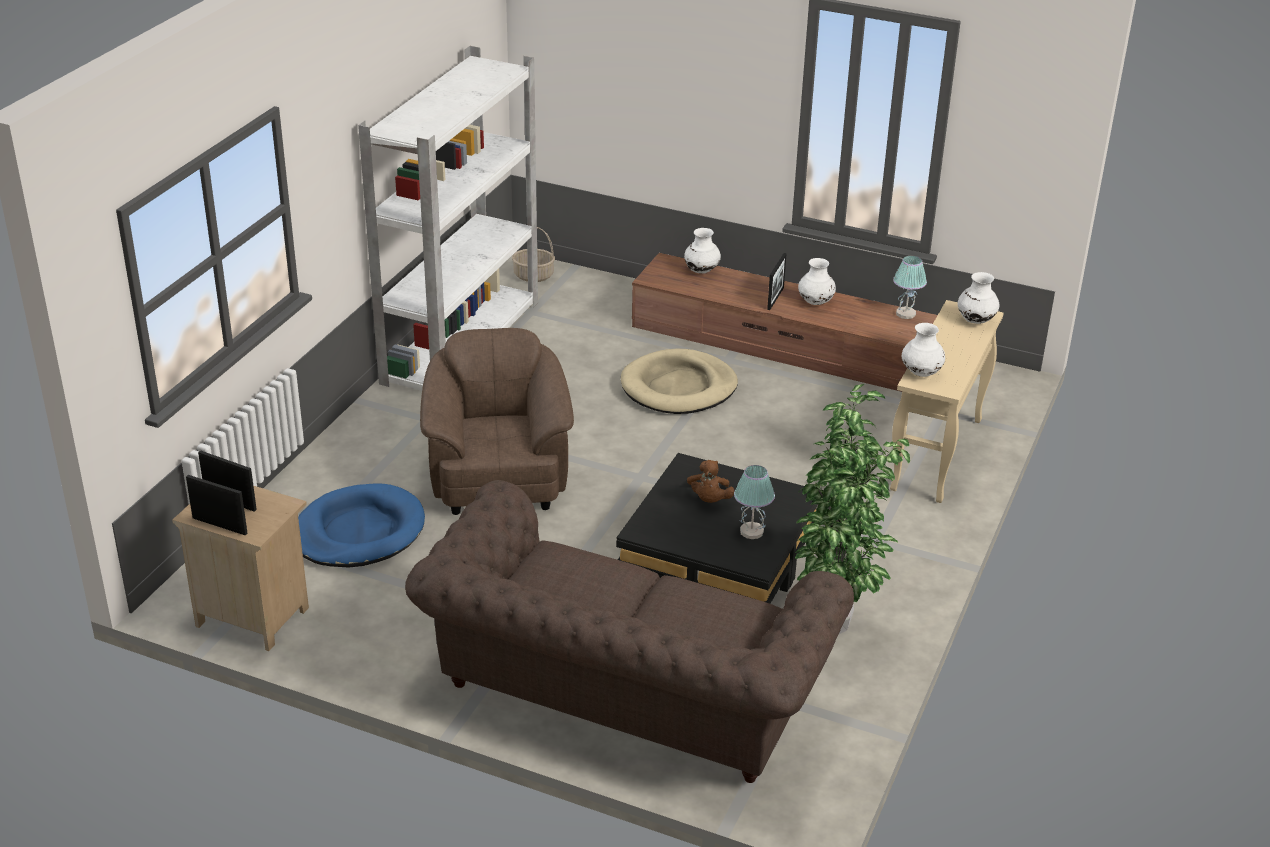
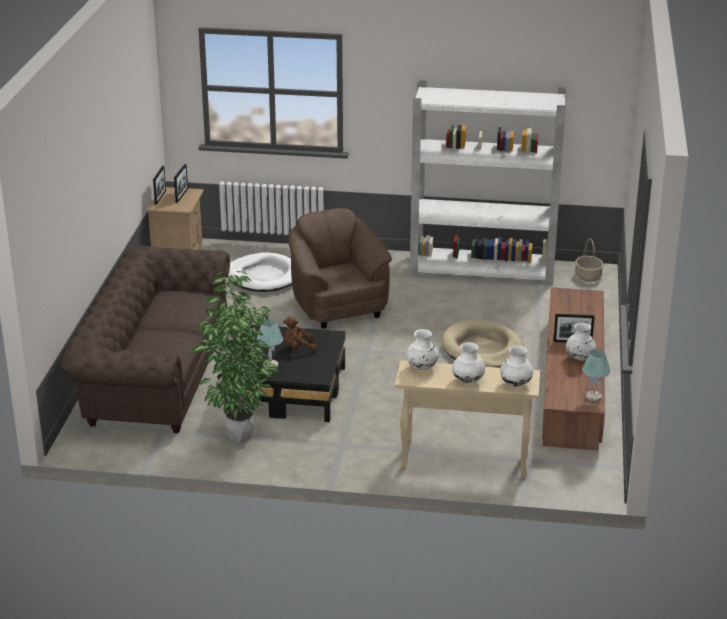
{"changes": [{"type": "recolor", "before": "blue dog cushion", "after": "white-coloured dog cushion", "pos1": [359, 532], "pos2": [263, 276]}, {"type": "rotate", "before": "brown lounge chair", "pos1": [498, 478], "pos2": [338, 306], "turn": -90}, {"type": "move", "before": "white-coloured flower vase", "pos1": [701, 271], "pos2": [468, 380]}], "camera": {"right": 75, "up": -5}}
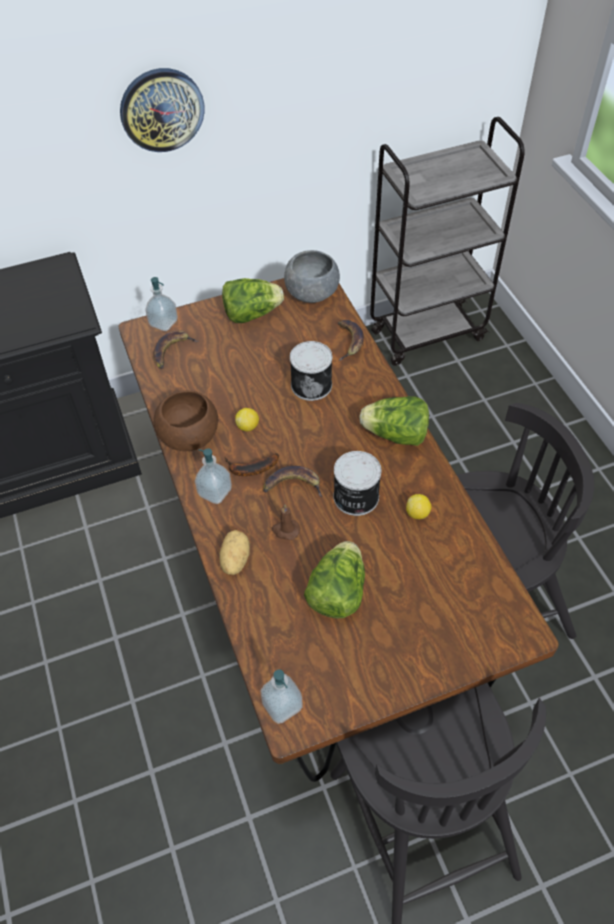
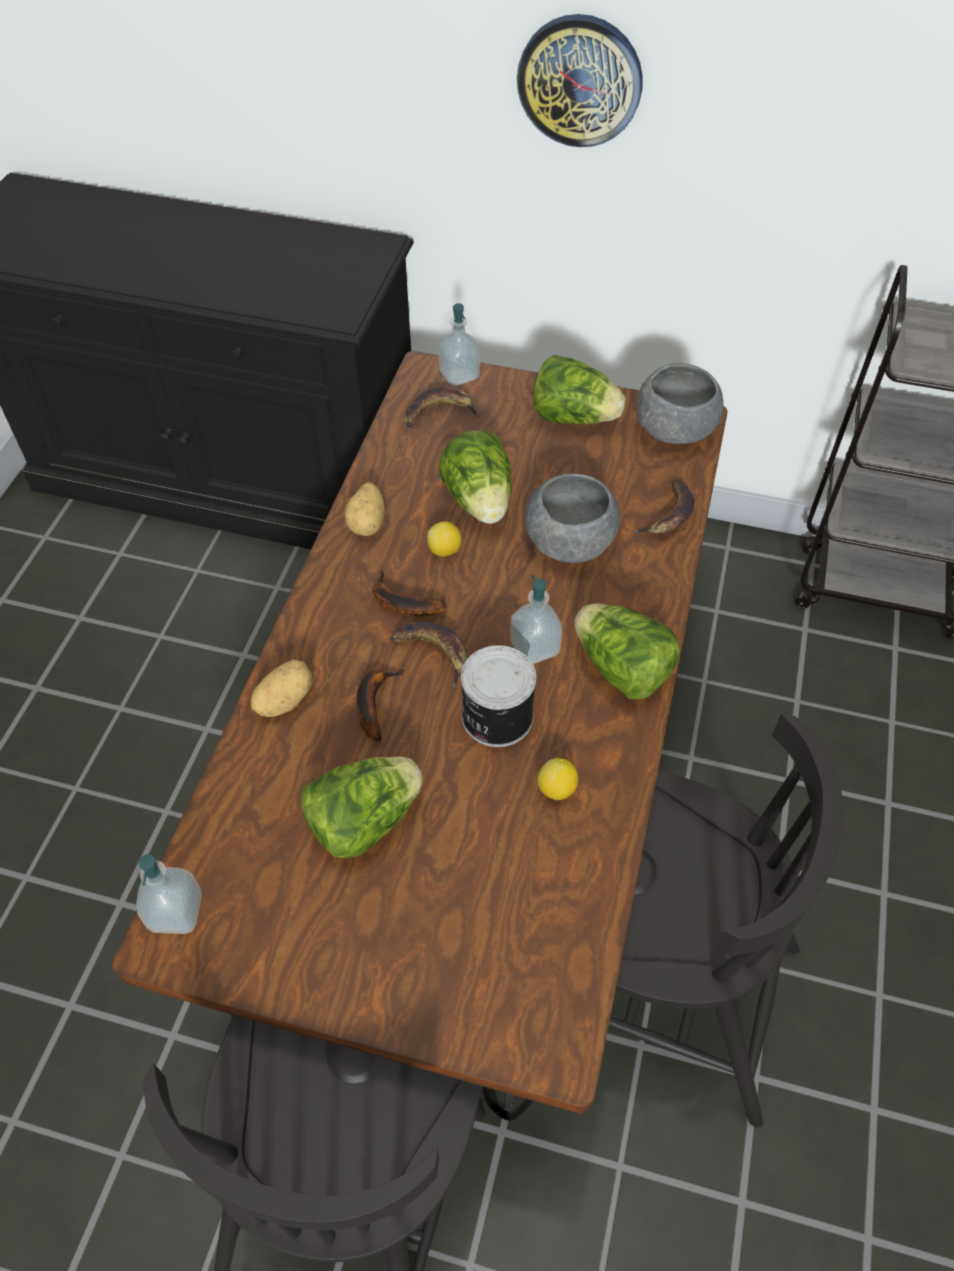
{"changes": [{"type": "replace", "before": "brown bowl", "after": "whole potato", "pos1": [189, 436], "pos2": [368, 523]}, {"type": "move", "before": "liquid soap bottle", "pos1": [215, 492], "pos2": [534, 647]}, {"type": "replace", "before": "brown wax candle", "after": "whole banana", "pos1": [285, 530], "pos2": [373, 702]}, {"type": "replace", "before": "sealed can", "after": "greyish bowl", "pos1": [311, 384], "pos2": [570, 542]}, {"type": "insert", "after": "lettuce", "pos2": [479, 501]}], "camera": {"right": 35, "up": 0}}
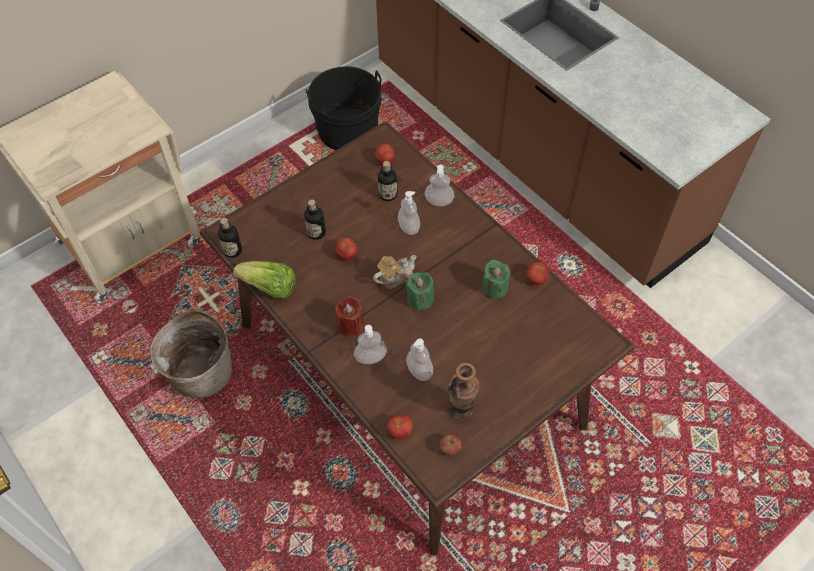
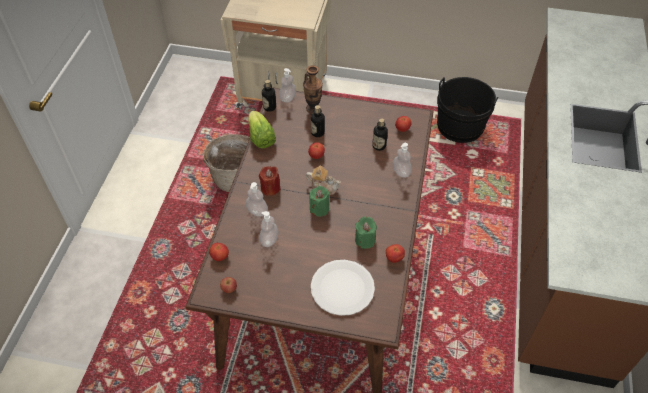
{"changes": [{"type": "move", "before": "liquid soap bottle", "pos1": [409, 227], "pos2": [288, 98]}, {"type": "move", "before": "flower vase", "pos1": [461, 410], "pos2": [313, 108]}, {"type": "insert", "after": "white-coloured dinner plate", "pos2": [342, 288]}], "camera": {"right": 50, "up": -5}}
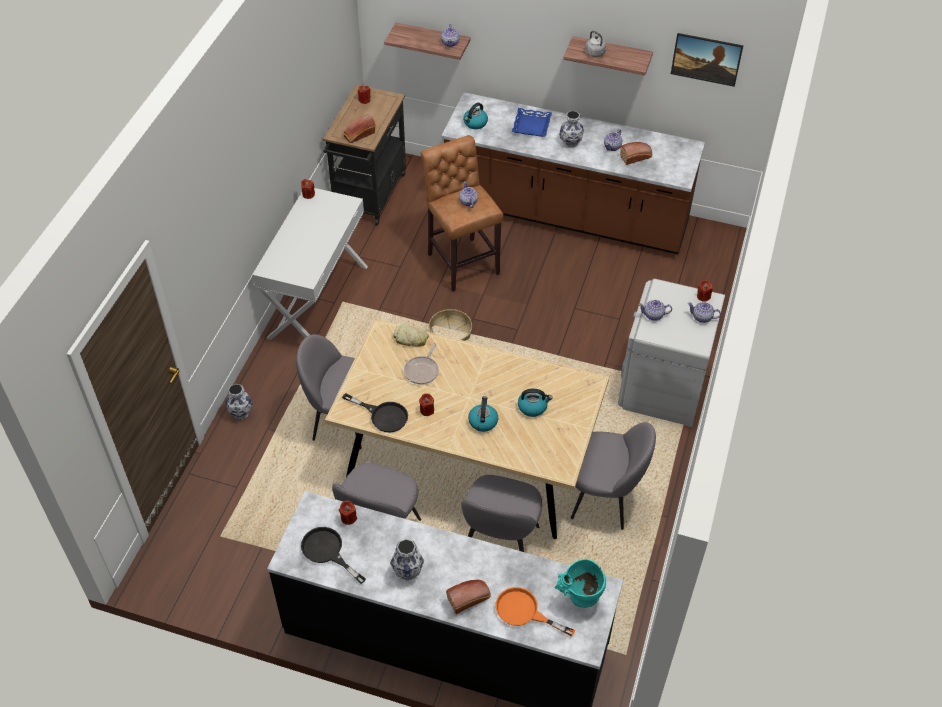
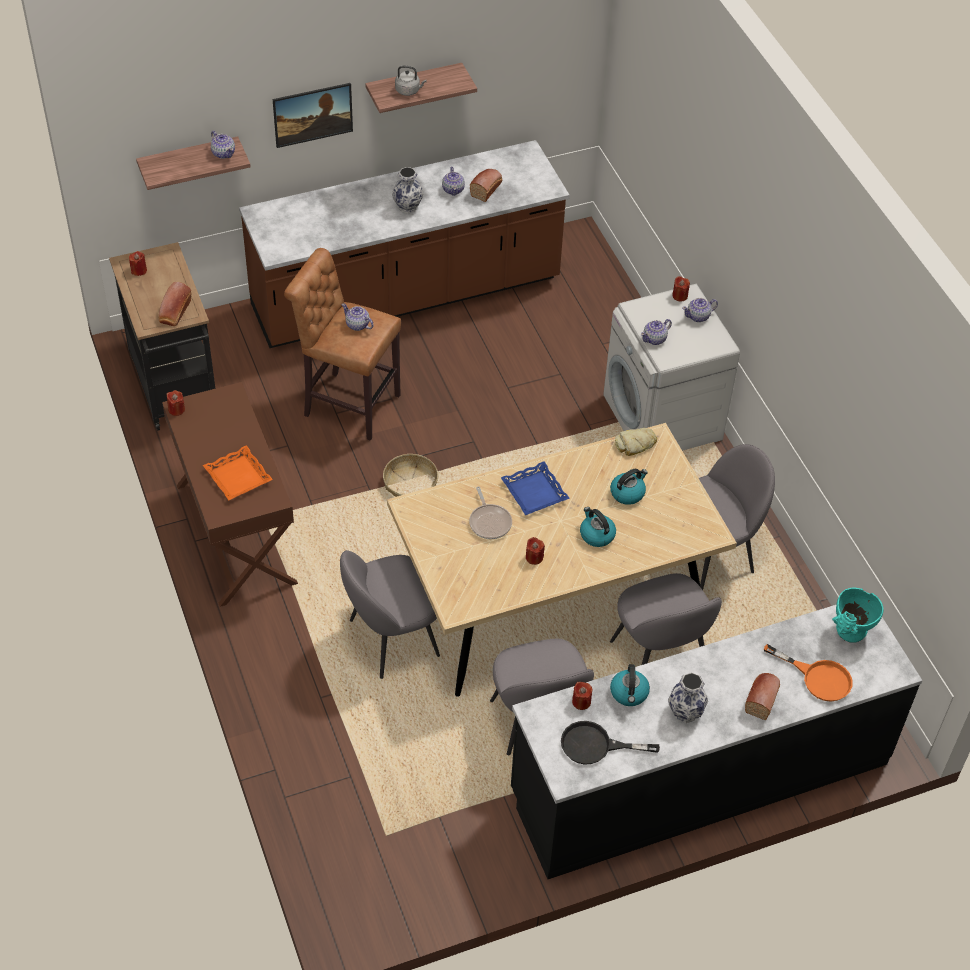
{"changes": [{"type": "delete", "before": "flower vase", "pos1": [240, 412]}, {"type": "recolor", "before": "white-coloured console table", "after": "brown console table", "pos1": [317, 301], "pos2": [235, 534]}, {"type": "delete", "before": "black-coloured skillet", "pos1": [383, 415]}, {"type": "move", "before": "baked bread", "pos1": [410, 339], "pos2": [635, 444]}, {"type": "move", "before": "kettle", "pos1": [475, 123], "pos2": [629, 693]}, {"type": "rotate", "before": "orange skillet", "pos1": [524, 612], "pos2": [818, 678], "turn": -135}, {"type": "move", "before": "blue tray", "pos1": [532, 125], "pos2": [535, 492]}, {"type": "move", "before": "wall art", "pos1": [704, 69], "pos2": [313, 126]}, {"type": "insert", "after": "orange tray", "pos2": [238, 477]}], "camera": {"right": -40, "up": 0}}
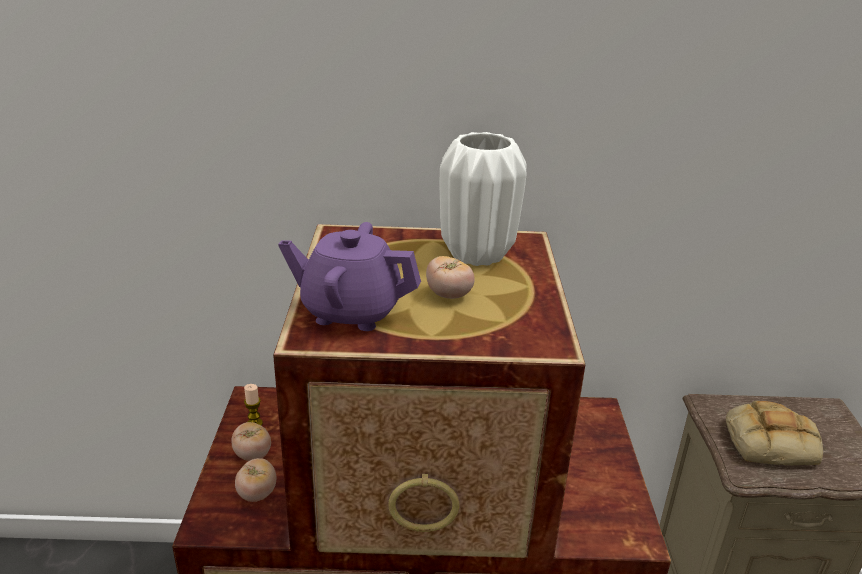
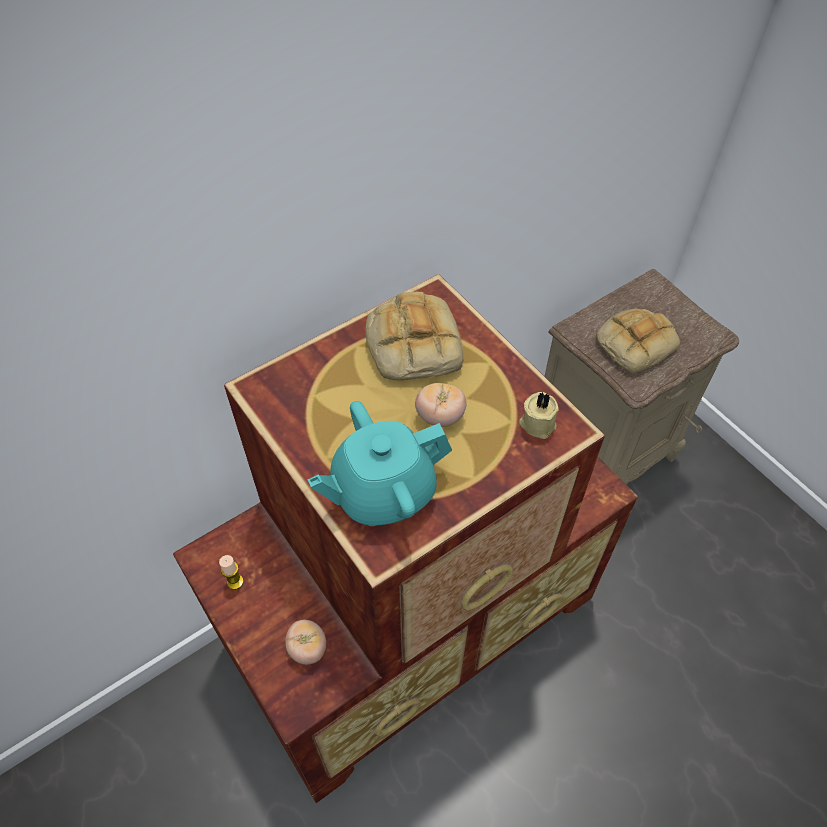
{"changes": [{"type": "delete", "before": "fresh tomato", "pos1": [252, 455]}, {"type": "recolor", "before": "purple pot for tea", "after": "blue-green pot for tea", "pos1": [351, 311], "pos2": [383, 492]}, {"type": "replace", "before": "white-coloured flower vase", "after": "baked bread", "pos1": [476, 254], "pos2": [412, 343]}, {"type": "insert", "after": "beige-coloured wax candle", "pos2": [538, 422]}], "camera": {"right": -35, "up": 25}}
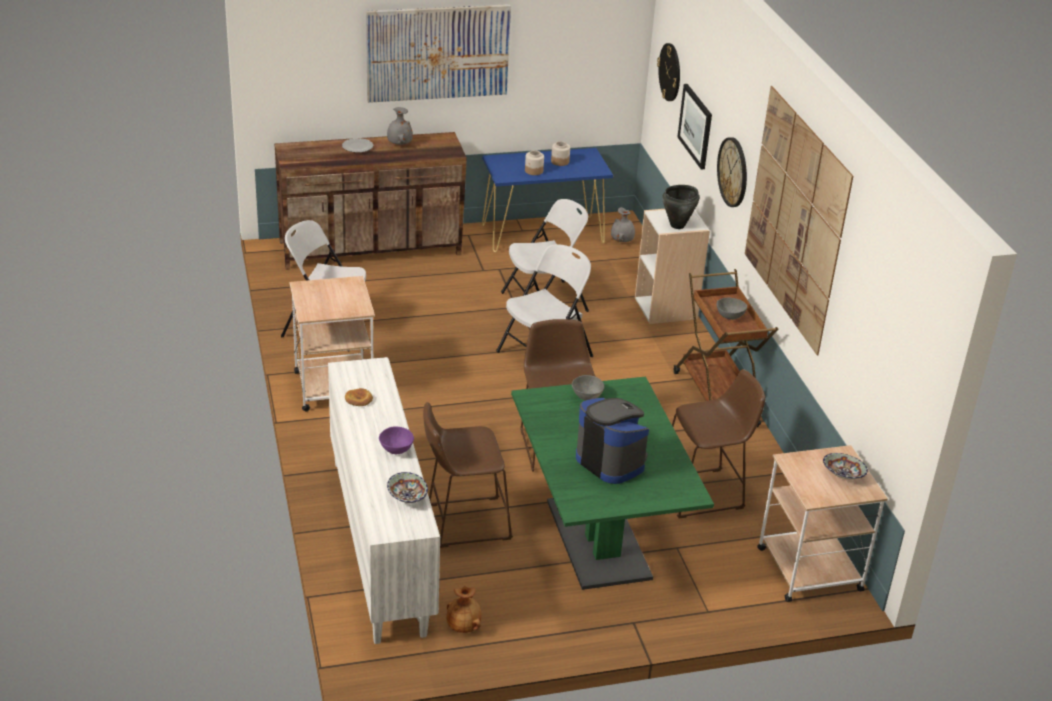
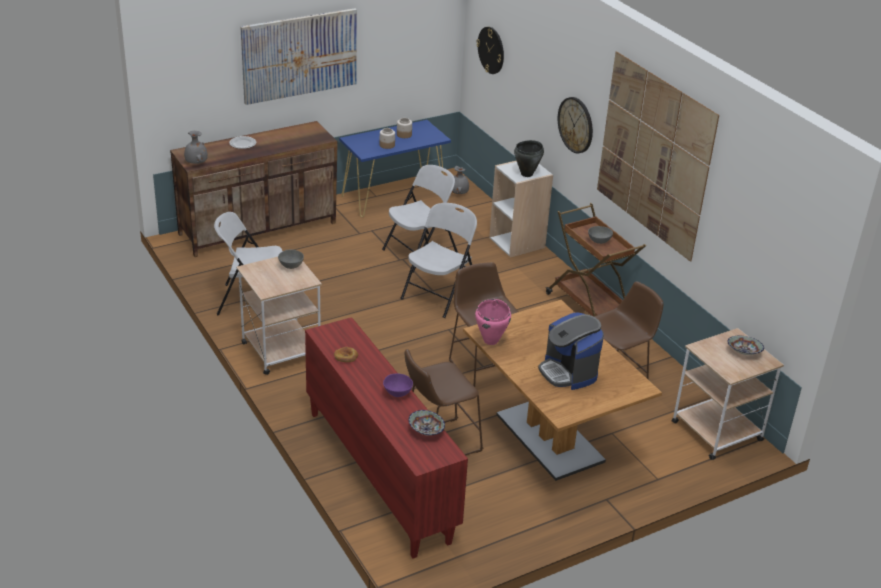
{"changes": [{"type": "recolor", "before": "white-coloured chest of drawers", "after": "reddish chest of drawers", "pos1": [380, 544], "pos2": [379, 474]}, {"type": "move", "before": "greyish flower vase", "pos1": [399, 144], "pos2": [196, 163]}, {"type": "delete", "before": "brown flower vase", "pos1": [464, 626]}, {"type": "recolor", "before": "green dinner table", "after": "brown dinner table", "pos1": [598, 539], "pos2": [549, 438]}, {"type": "move", "before": "greyish bowl", "pos1": [586, 397], "pos2": [291, 266]}, {"type": "rotate", "before": "coffee maker", "pos1": [610, 461], "pos2": [568, 372], "turn": -150}, {"type": "delete", "before": "wall art", "pos1": [696, 126]}, {"type": "insert", "after": "pink saucepot", "pos2": [491, 340]}], "camera": {"right": -15, "up": 0}}
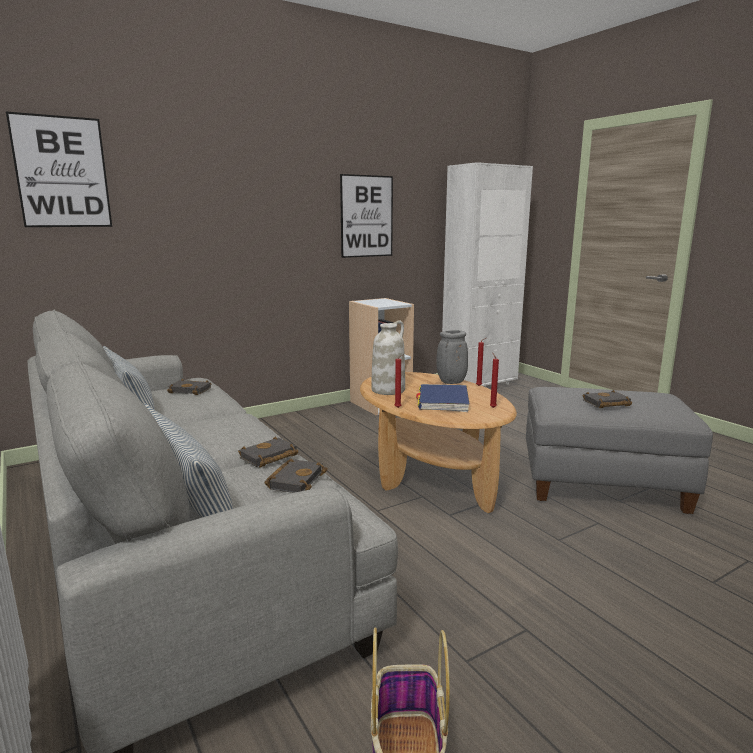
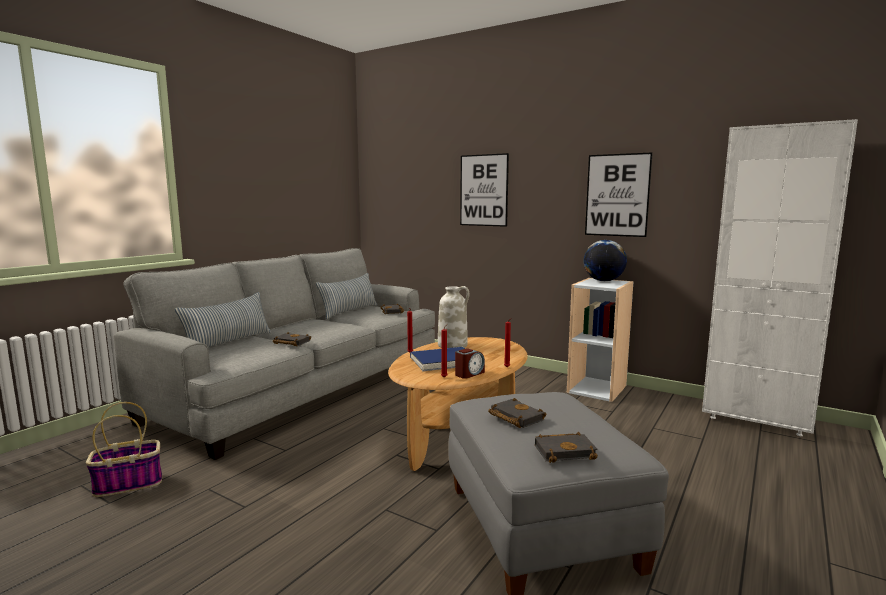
{"changes": [{"type": "move", "before": "wall art", "pos1": [62, 172], "pos2": [484, 190]}, {"type": "move", "before": "black-coloured volume", "pos1": [295, 480], "pos2": [565, 451]}, {"type": "delete", "before": "greyish flower vase", "pos1": [451, 382]}, {"type": "insert", "after": "bedside clock", "pos2": [469, 374]}, {"type": "insert", "after": "world globe", "pos2": [603, 281]}], "camera": {"right": 65, "up": -5}}
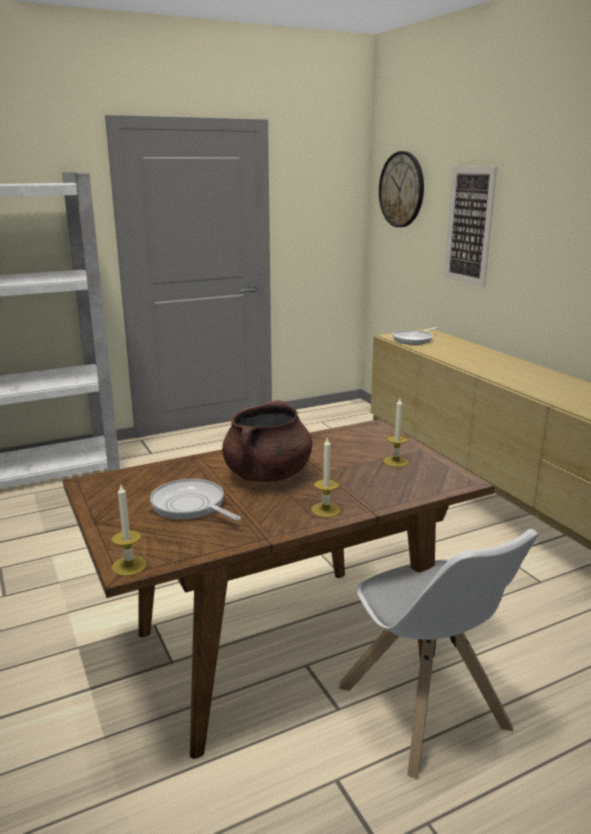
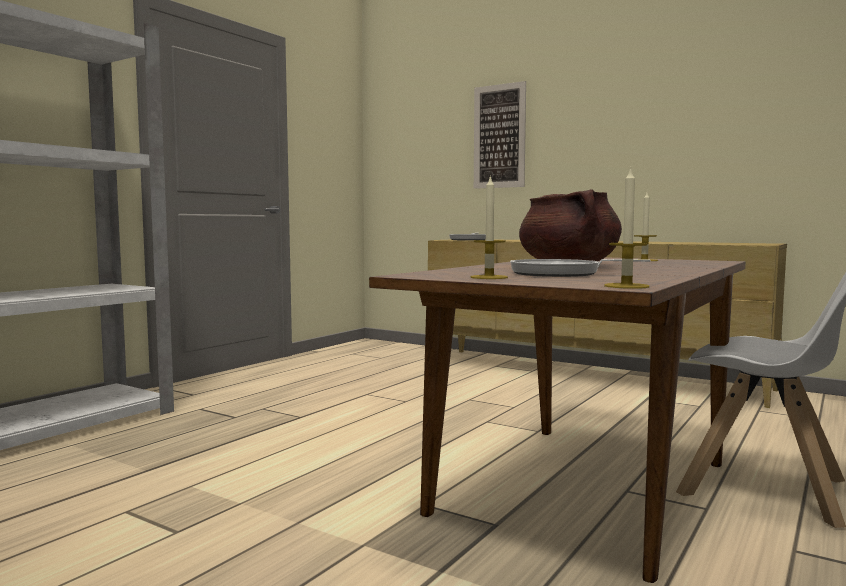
{"changes": [{"type": "move", "before": "wax candle", "pos1": [326, 510], "pos2": [489, 277]}, {"type": "delete", "before": "hanging clock", "pos1": [402, 189]}], "camera": {"right": -30, "up": -15}}
